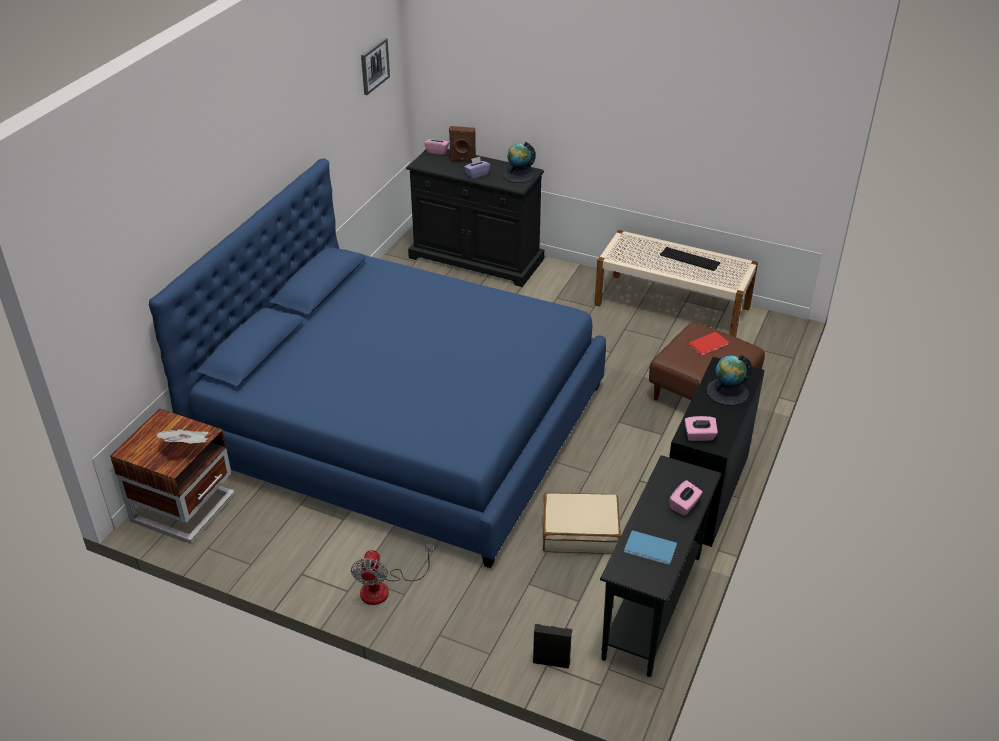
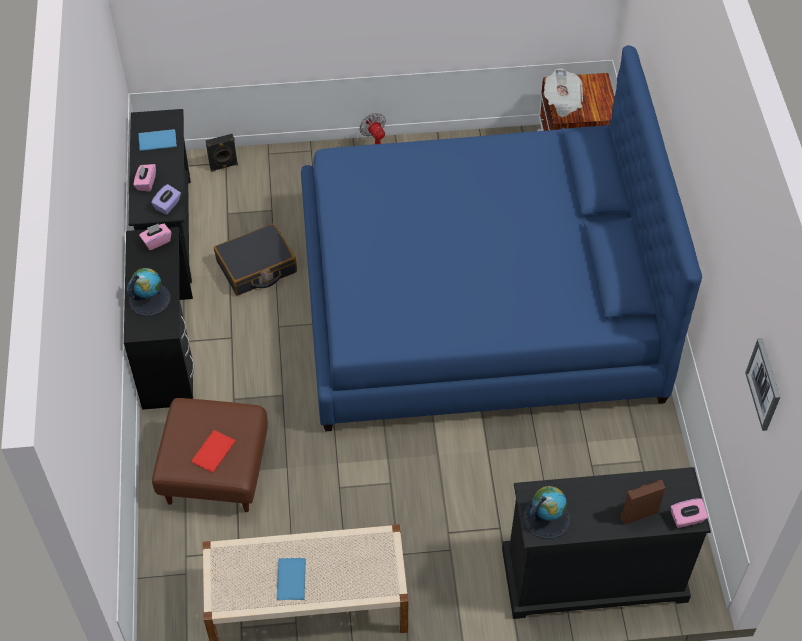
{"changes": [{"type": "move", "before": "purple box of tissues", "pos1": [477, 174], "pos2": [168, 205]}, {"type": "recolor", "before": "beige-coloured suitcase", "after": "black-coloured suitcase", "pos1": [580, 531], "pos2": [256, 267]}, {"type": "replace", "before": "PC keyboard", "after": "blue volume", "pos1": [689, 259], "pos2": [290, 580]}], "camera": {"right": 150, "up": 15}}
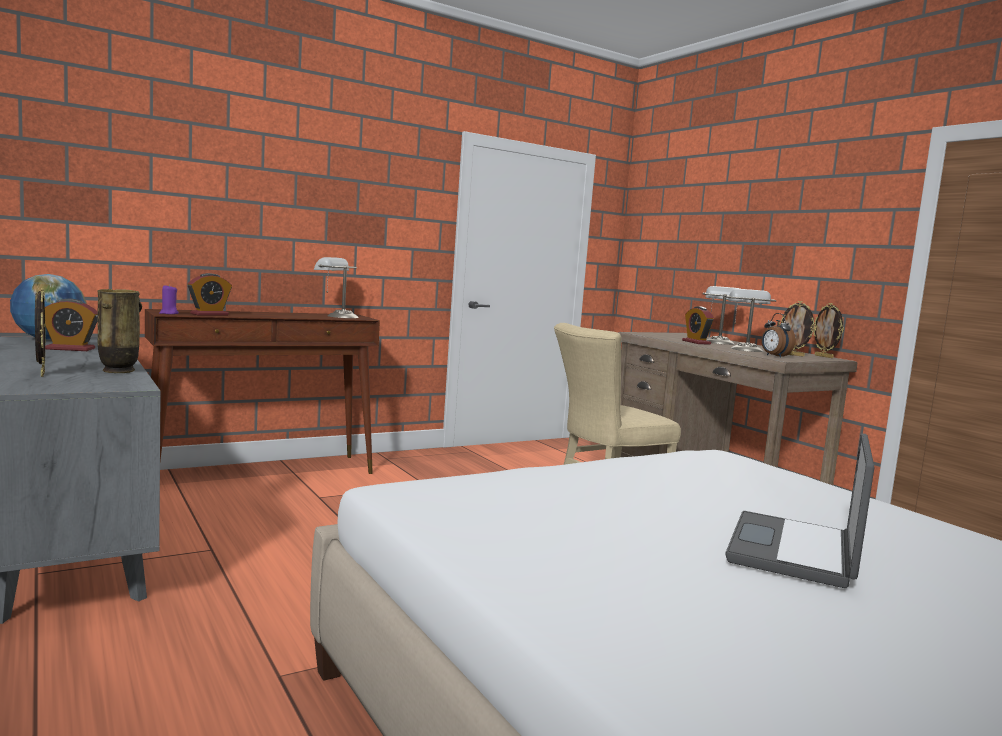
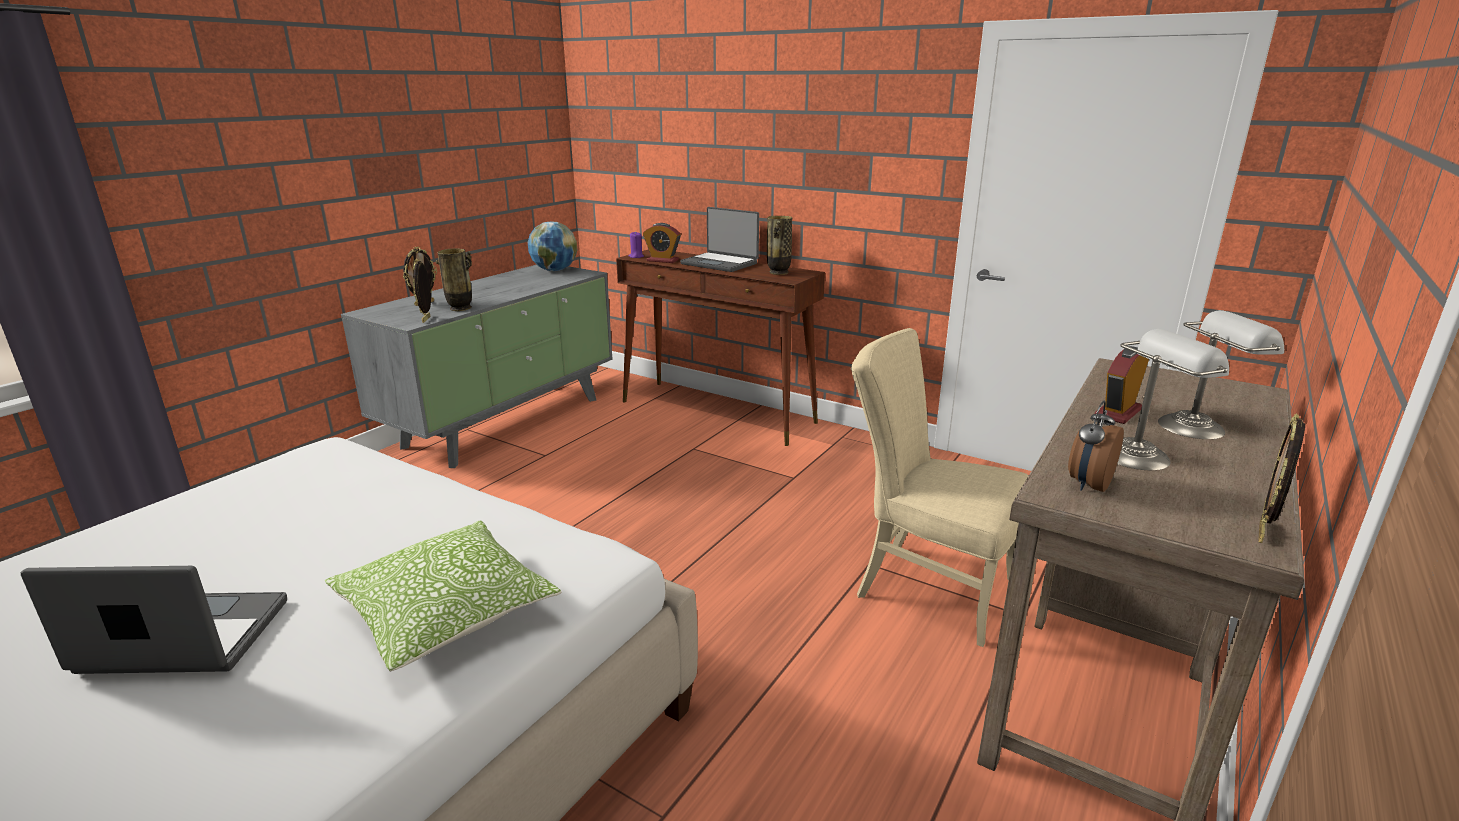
{"changes": [{"type": "delete", "before": "bedside clock", "pos1": [70, 349]}, {"type": "replace", "before": "white-coloured lamp for a table", "after": "flower vase", "pos1": [336, 316], "pos2": [778, 273]}, {"type": "move", "before": "picture frame", "pos1": [793, 355], "pos2": [427, 319]}, {"type": "insert", "after": "pillow", "pos2": [446, 612]}, {"type": "insert", "after": "portable computer", "pos2": [720, 263]}], "camera": {"right": 65, "up": 15}}
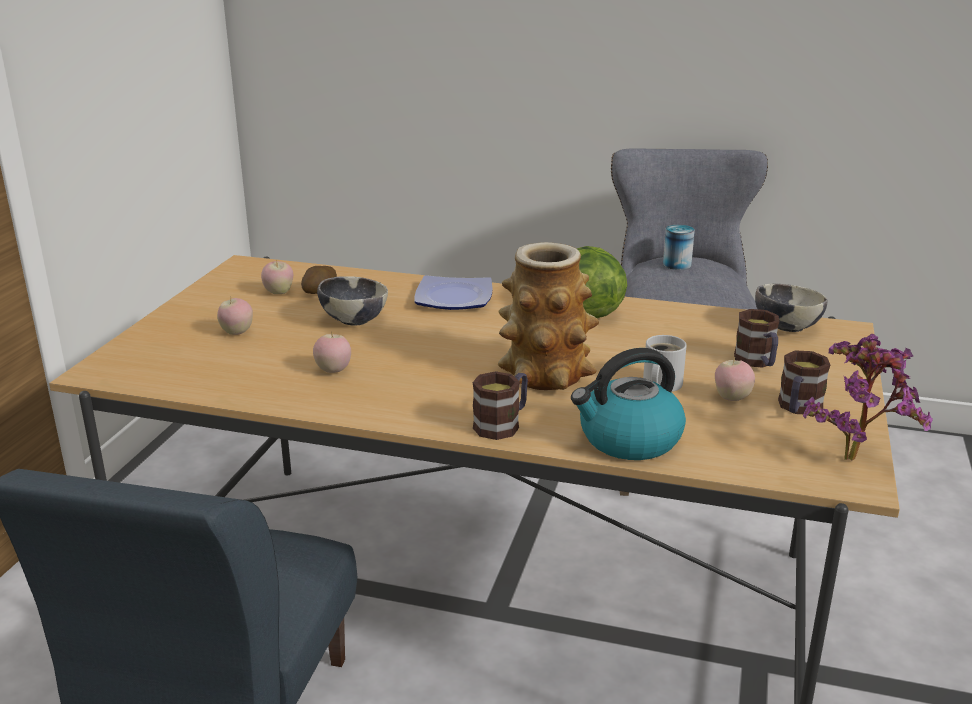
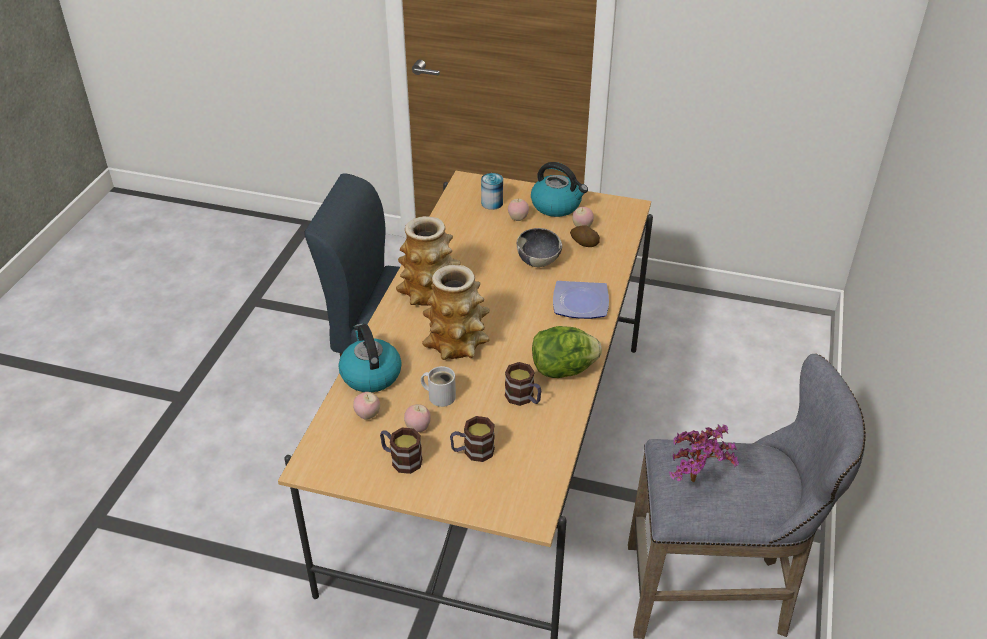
{"changes": [{"type": "move", "before": "whole apple", "pos1": [333, 371], "pos2": [367, 415]}, {"type": "move", "before": "tea mug", "pos1": [503, 424], "pos2": [524, 398]}, {"type": "move", "before": "sealed can", "pos1": [677, 264], "pos2": [492, 203]}, {"type": "delete", "before": "bowl", "pos1": [786, 327]}, {"type": "move", "before": "plant in a pot", "pos1": [855, 457], "pos2": [696, 484]}, {"type": "insert", "after": "flower vase", "pos2": [429, 293]}, {"type": "insert", "after": "kettle", "pos2": [557, 205]}], "camera": {"right": 90, "up": 15}}
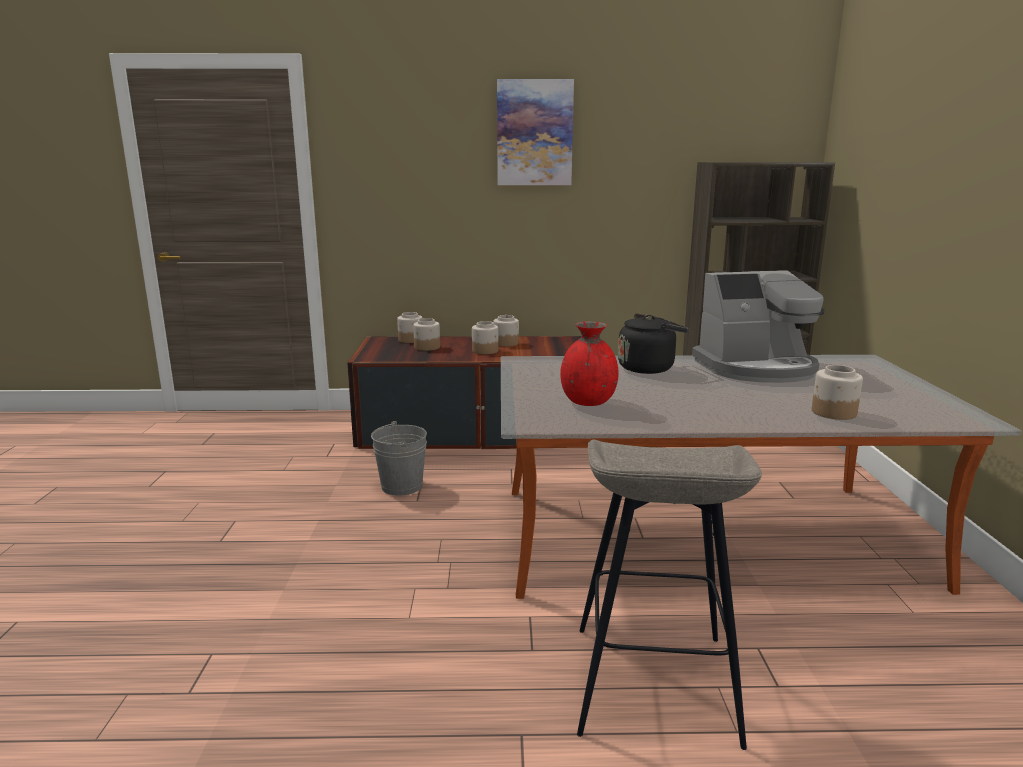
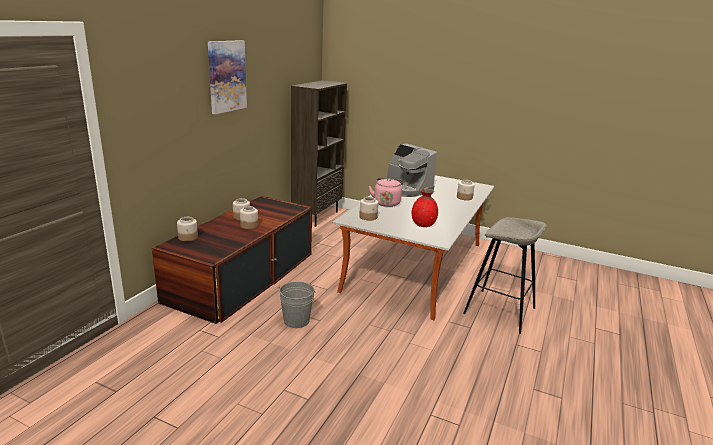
{"changes": [{"type": "move", "before": "jar", "pos1": [427, 347], "pos2": [368, 217]}, {"type": "recolor", "before": "black-coloured kettle", "after": "pink kettle", "pos1": [648, 368], "pos2": [386, 203]}, {"type": "rotate", "before": "coffee maker", "pos1": [756, 368], "pos2": [406, 189], "turn": 120}], "camera": {"right": -65, "up": 5}}
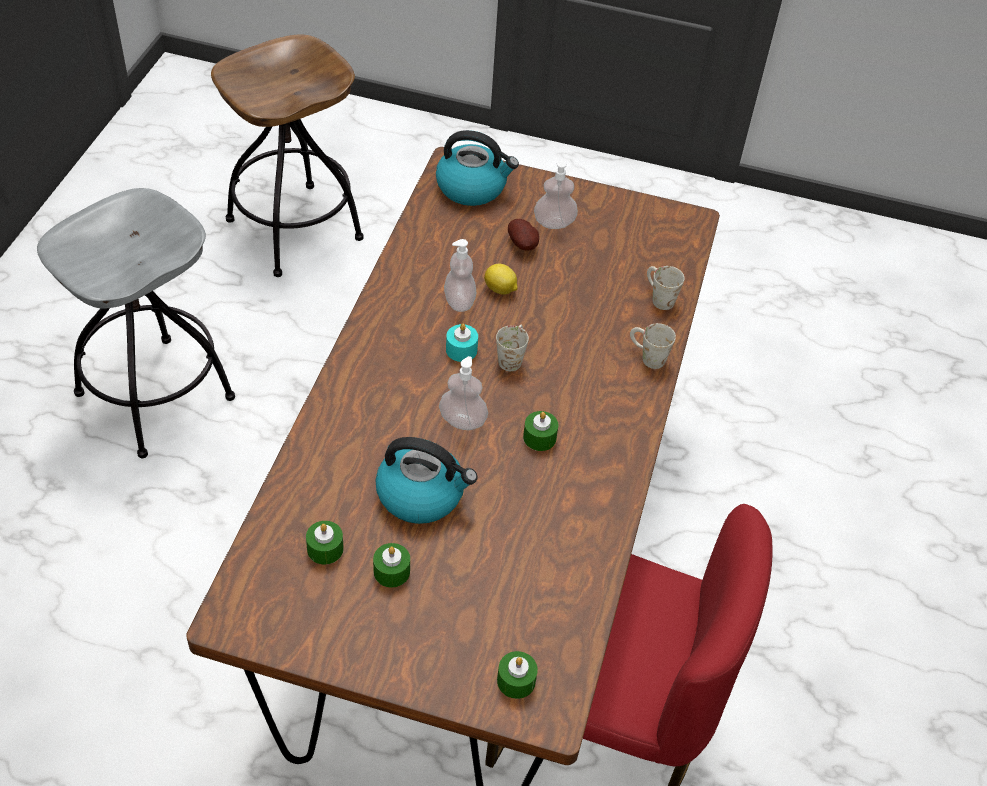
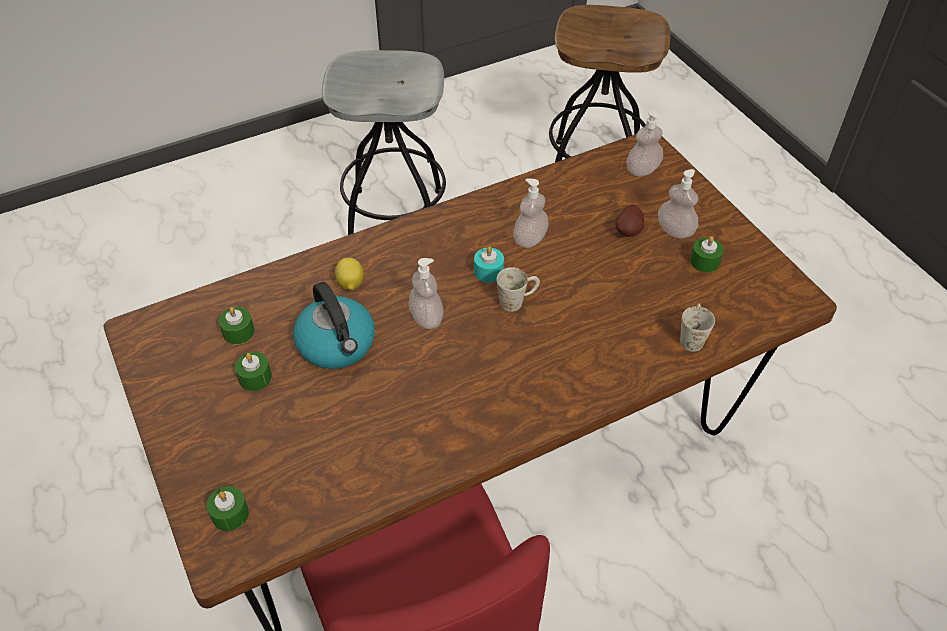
{"changes": [{"type": "replace", "before": "kettle", "after": "liquid soap bottle", "pos1": [472, 187], "pos2": [642, 170]}, {"type": "move", "before": "lemon", "pos1": [500, 290], "pos2": [350, 284]}, {"type": "move", "before": "green wax candle", "pos1": [539, 437], "pos2": [704, 261]}, {"type": "delete", "before": "white-coloured tea mug", "pos1": [646, 356]}], "camera": {"right": 50, "up": 0}}
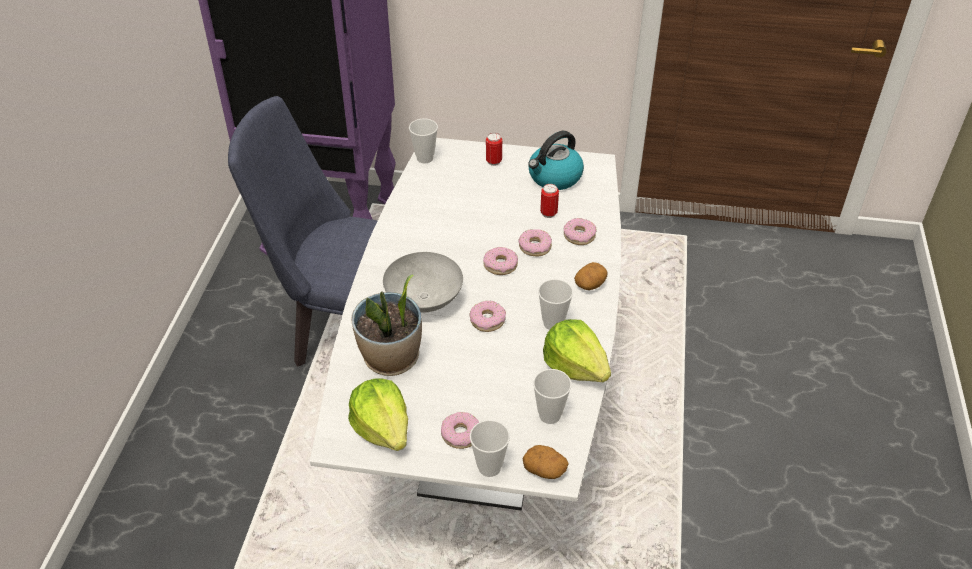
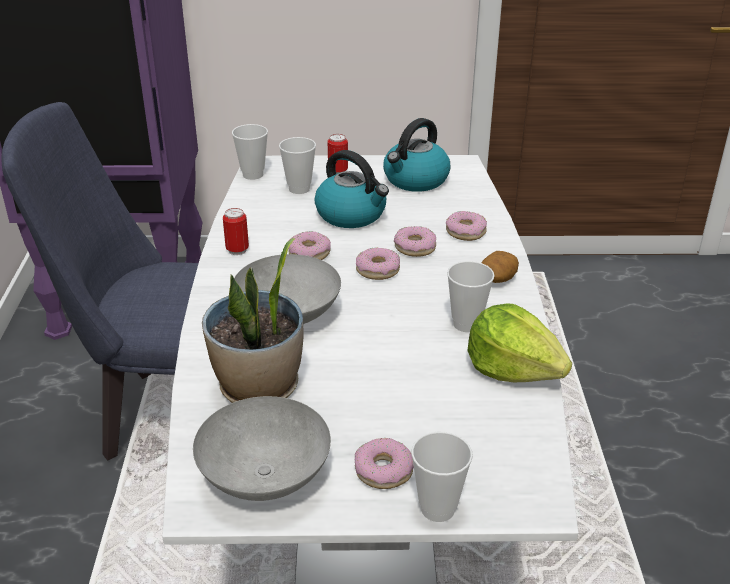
{"changes": [{"type": "replace", "before": "lettuce", "after": "greyish bowl", "pos1": [382, 428], "pos2": [266, 476]}, {"type": "move", "before": "doughnut", "pos1": [487, 320], "pos2": [309, 253]}, {"type": "delete", "before": "whole potato", "pos1": [545, 469]}, {"type": "move", "before": "cup", "pos1": [550, 415], "pos2": [299, 189]}, {"type": "move", "before": "sealed can", "pos1": [548, 213], "pos2": [237, 250]}, {"type": "insert", "after": "kettle", "pos2": [352, 214]}], "camera": {"right": -10, "up": -10}}
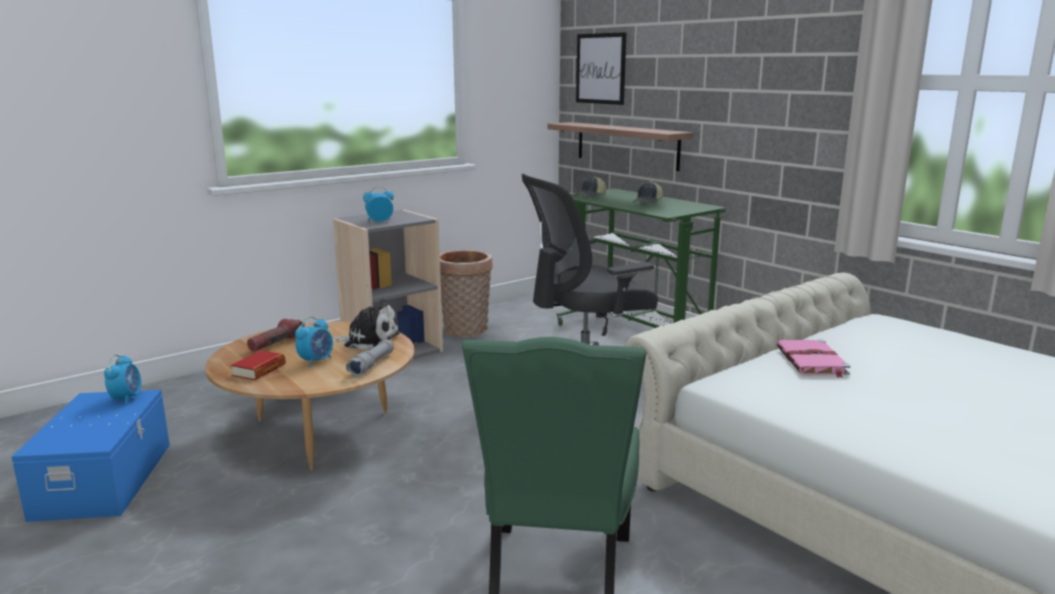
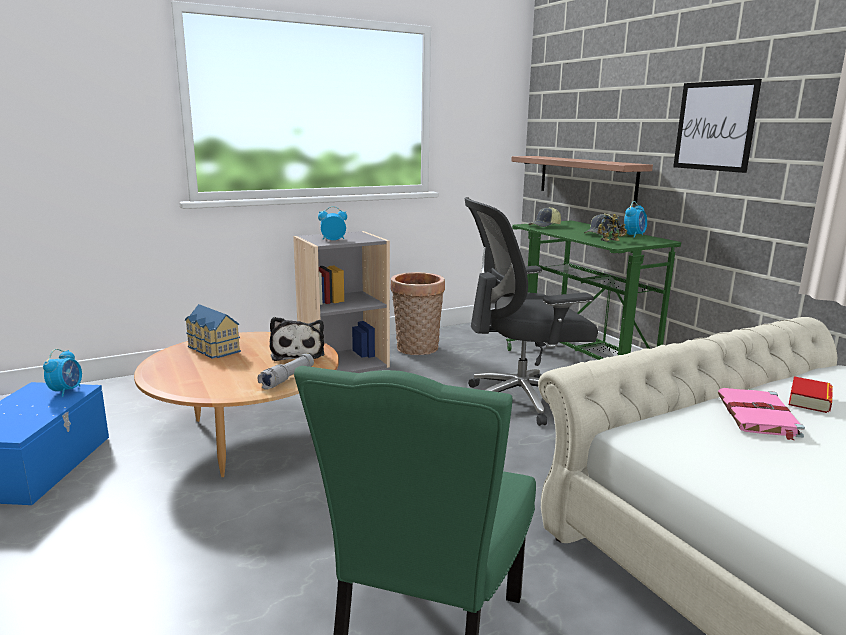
{"changes": [{"type": "move", "before": "volume", "pos1": [259, 370], "pos2": [809, 400]}, {"type": "replace", "before": "flashlight", "after": "toy house", "pos1": [277, 343], "pos2": [212, 349]}, {"type": "move", "before": "bedside clock", "pos1": [316, 361], "pos2": [634, 236]}, {"type": "rotate", "before": "plush toy", "pos1": [369, 340], "pos2": [298, 353], "turn": 60}, {"type": "move", "before": "wall art", "pos1": [600, 68], "pos2": [715, 126]}, {"type": "insert", "after": "model robot", "pos2": [611, 241]}], "camera": {"right": 10, "up": 0}}
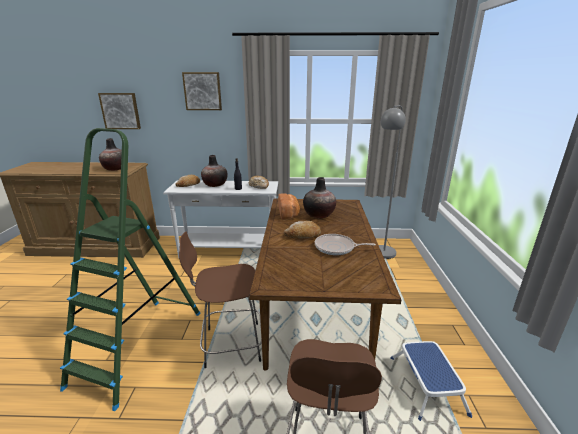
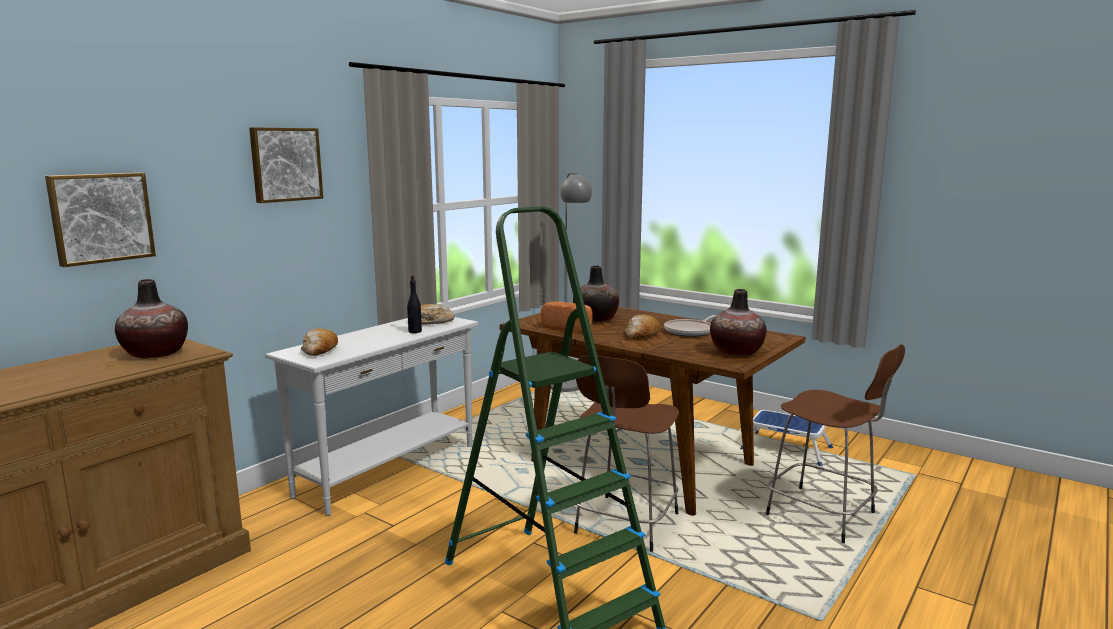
{"changes": [{"type": "move", "before": "flower vase", "pos1": [215, 184], "pos2": [736, 352]}], "camera": {"right": -55, "up": -10}}
